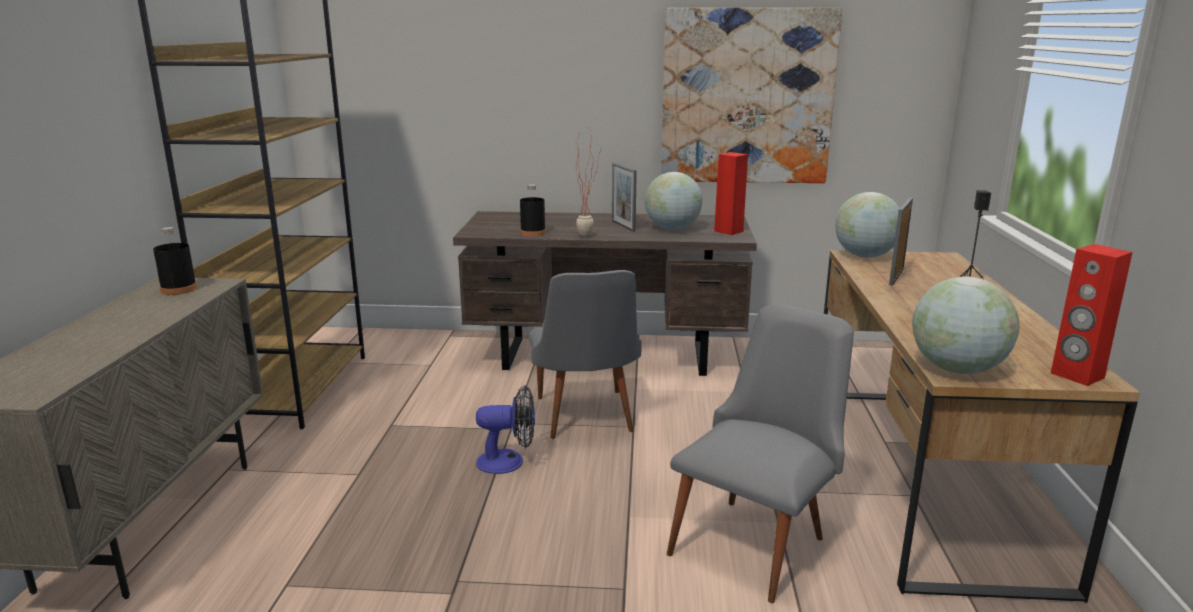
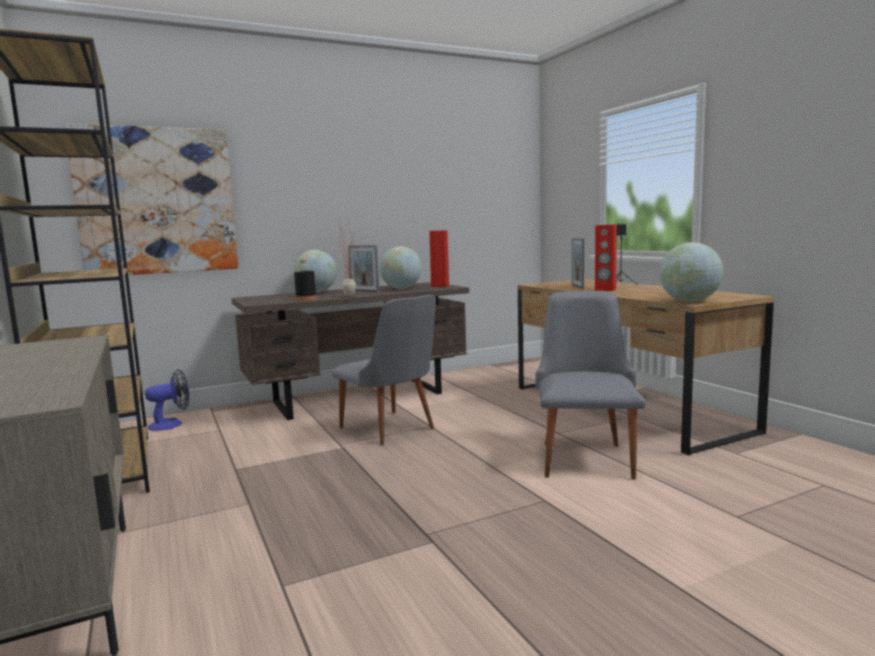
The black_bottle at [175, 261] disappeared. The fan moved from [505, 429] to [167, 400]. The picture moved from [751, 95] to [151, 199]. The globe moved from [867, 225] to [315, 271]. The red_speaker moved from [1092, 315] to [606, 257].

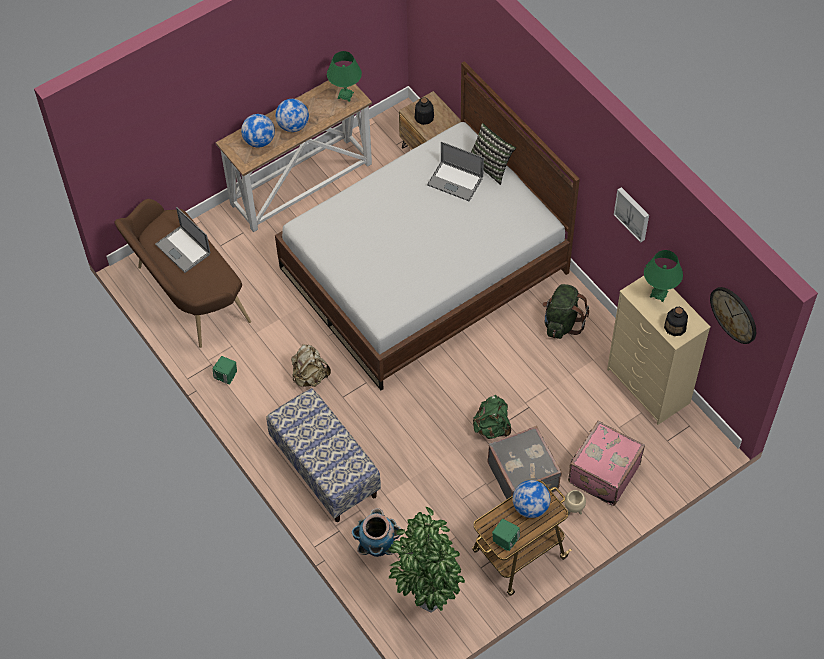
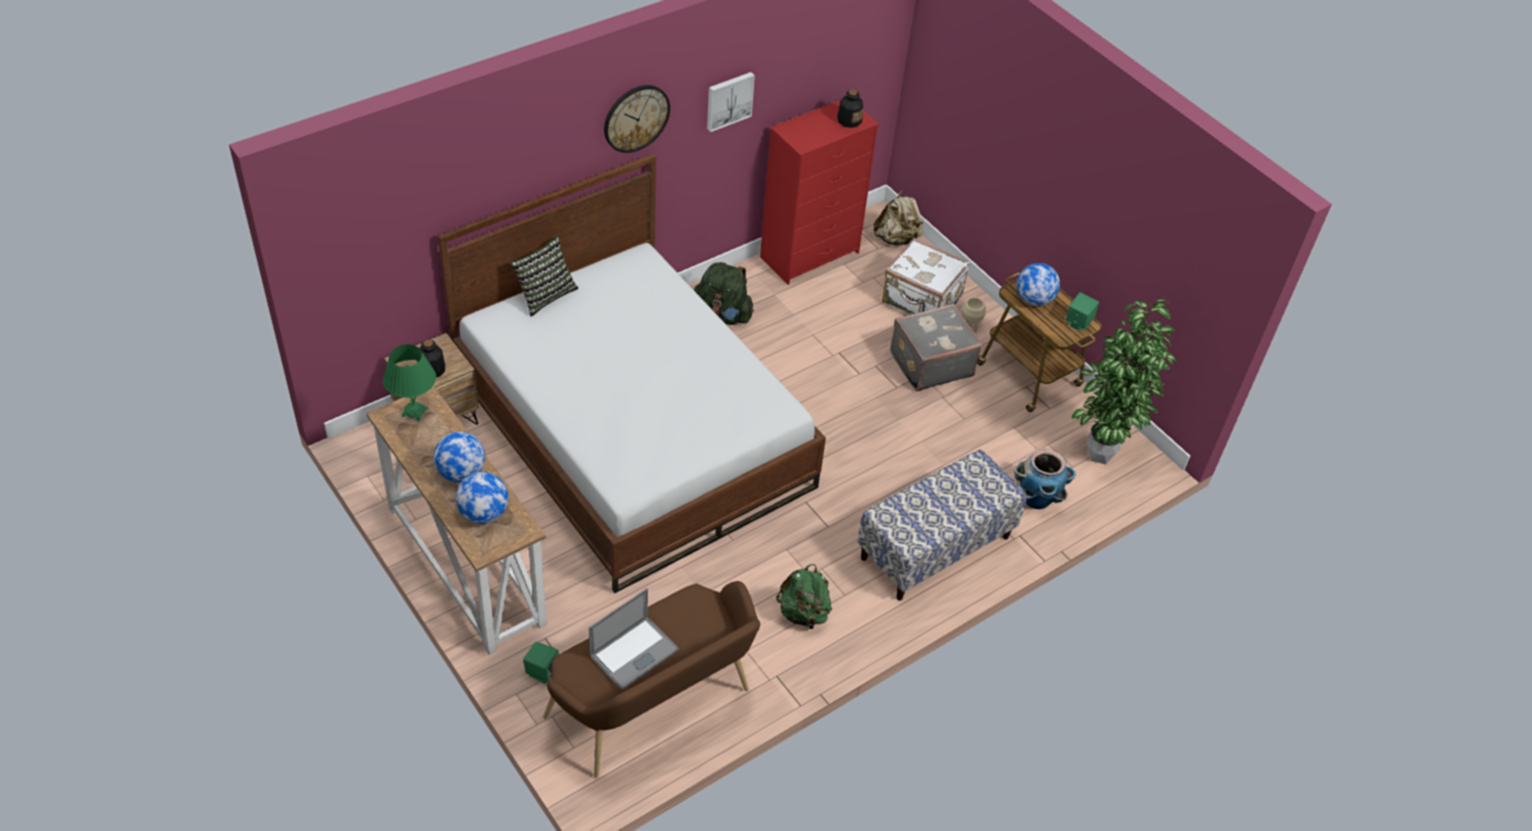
The green_speaker moved from [224, 370] to [541, 663]. The beige_backpack moved from [311, 365] to [899, 218]. The laptop at [455, 171] disappeared. The green_backpack moved from [492, 417] to [804, 597]. The pink_suitcase at [606, 463] became the white_suitcase at [926, 276]. The beige_dresser at [659, 350] became the red_dresser at [819, 192]. The green_table_lamp at [663, 276] disappeared. The wall_clock moved from [733, 315] to [637, 119].

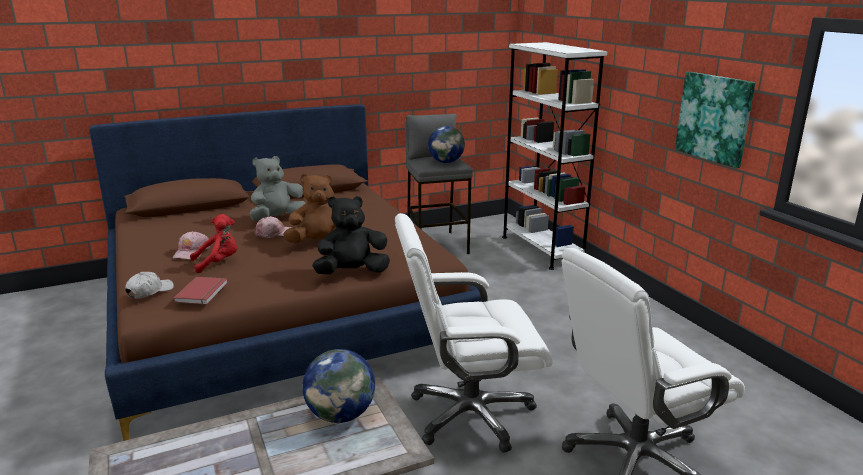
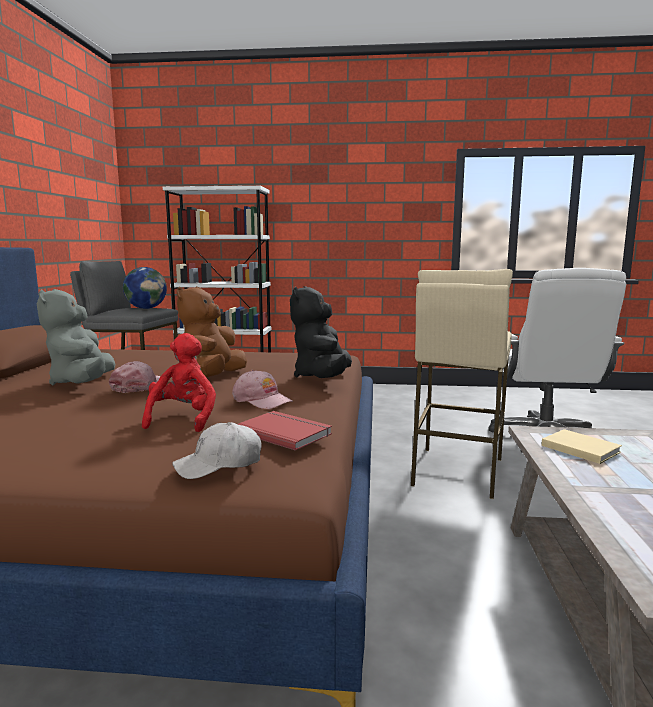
The white_cap at [149, 285] turned 90 degrees counterclockwise. The pink_cap moved from [191, 245] to [262, 389]. The globe at [338, 386] was replaced by the beige_book at [581, 446]. The white_office_chair at [474, 333] was replaced by the beige_stool at [462, 384]. The picture at [715, 120] disappeared.

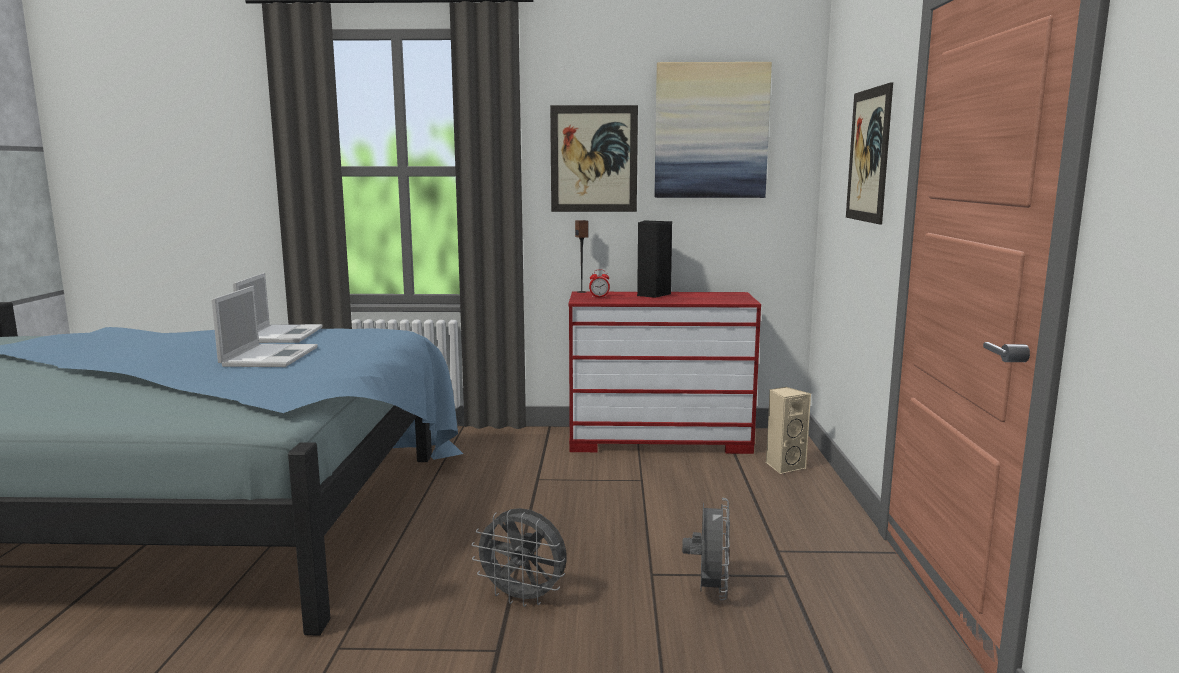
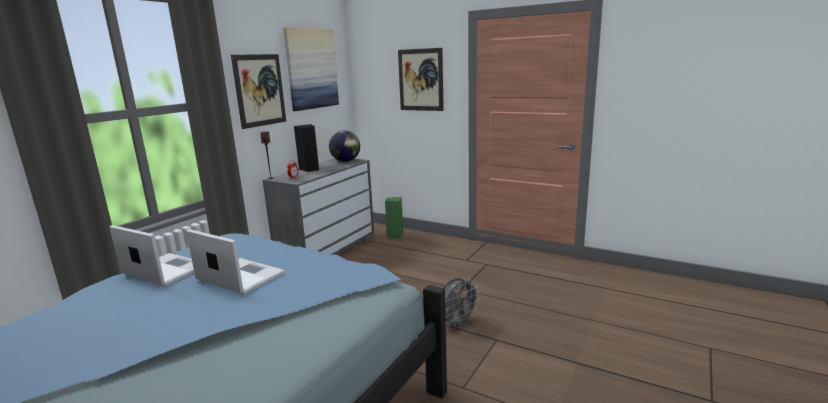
The red_dresser at [664, 372] became the grey_dresser at [318, 206]. The grey_fan at [706, 549] disappeared. The beige_speaker at [788, 430] became the green_speaker at [394, 218]. The globe at [344, 146] appeared.

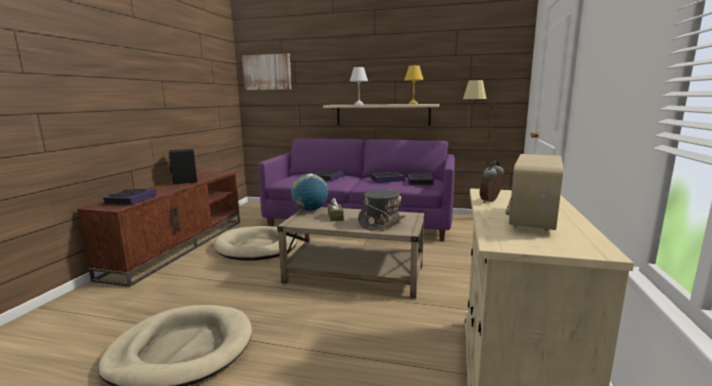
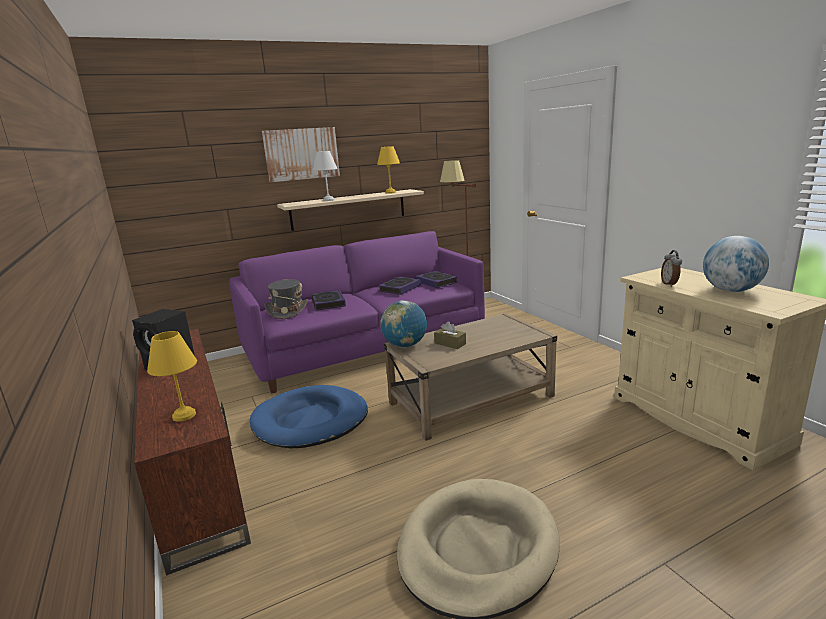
The book at [129, 197] was replaced by the yellow_table_lamp at [172, 376]. The beige_dog_bed at [255, 243] became the blue_dog_bed at [309, 416]. The picture moved from [266, 72] to [301, 154]. The grey_hat moved from [381, 209] to [286, 299]. The radio at [534, 192] was replaced by the globe at [736, 264].

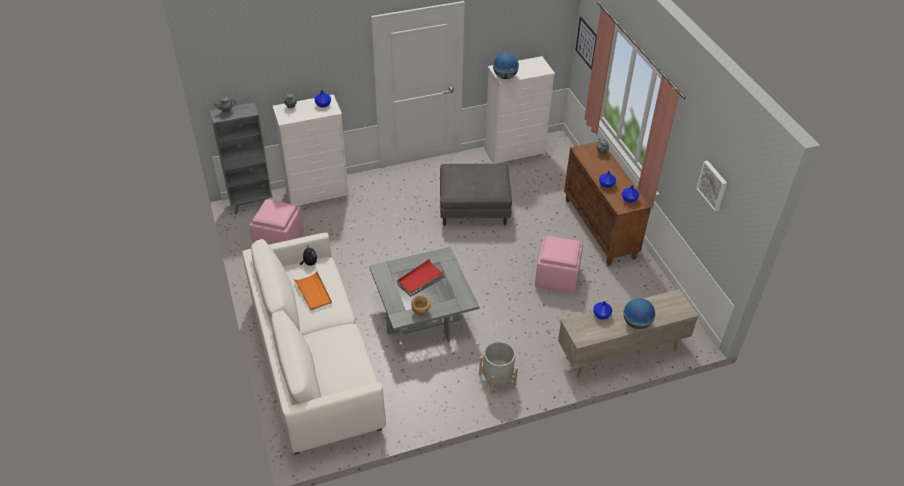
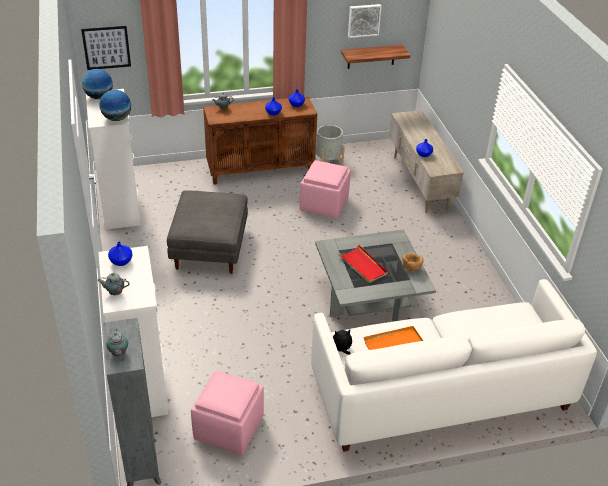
The grey_planter moved from [498, 368] to [330, 145]. The globe moved from [639, 313] to [97, 84]. The shelf at [375, 57] appeared.

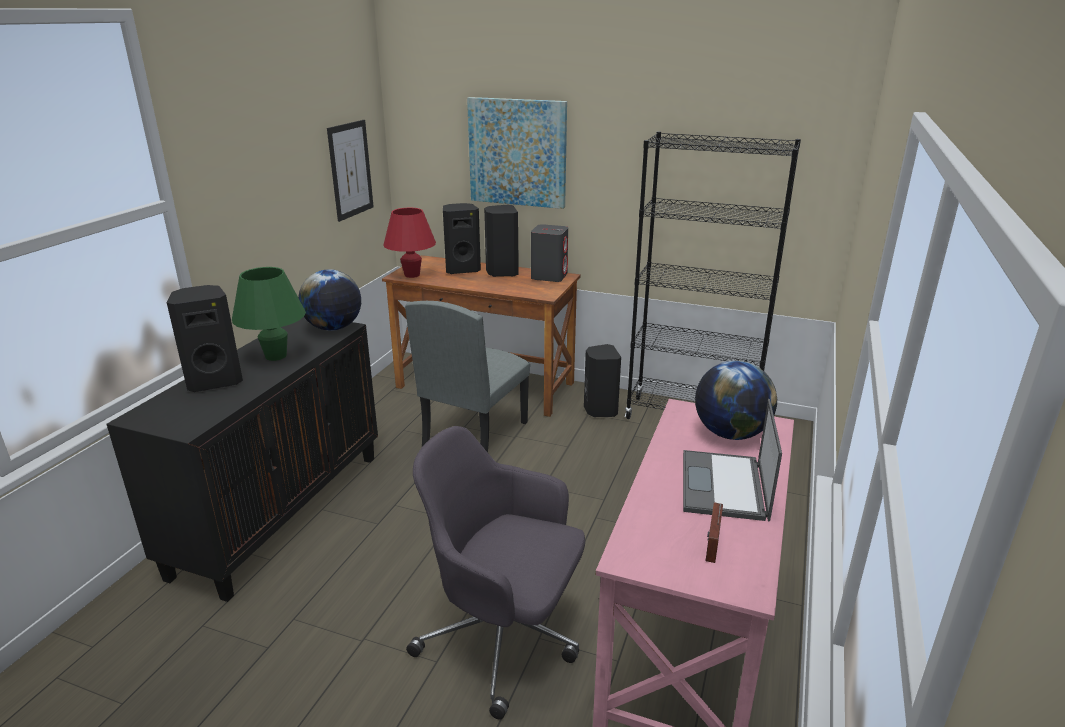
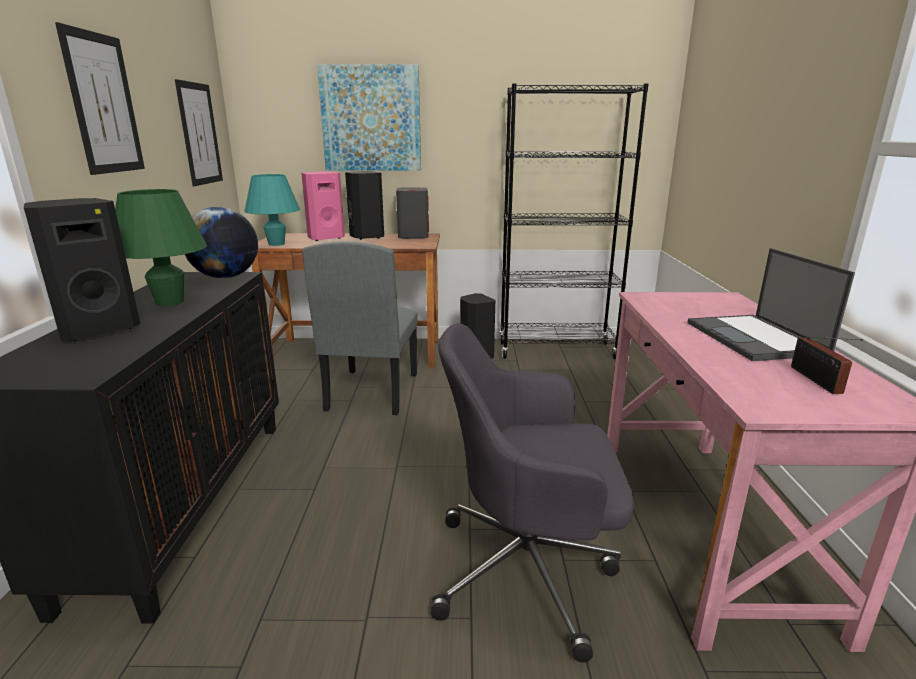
The red_table_lamp at [410, 243] became the turquoise_table_lamp at [272, 210]. The black_speaker at [462, 238] became the pink_speaker at [323, 206]. The globe at [736, 400] disappeared. The picture at [100, 98] appeared.

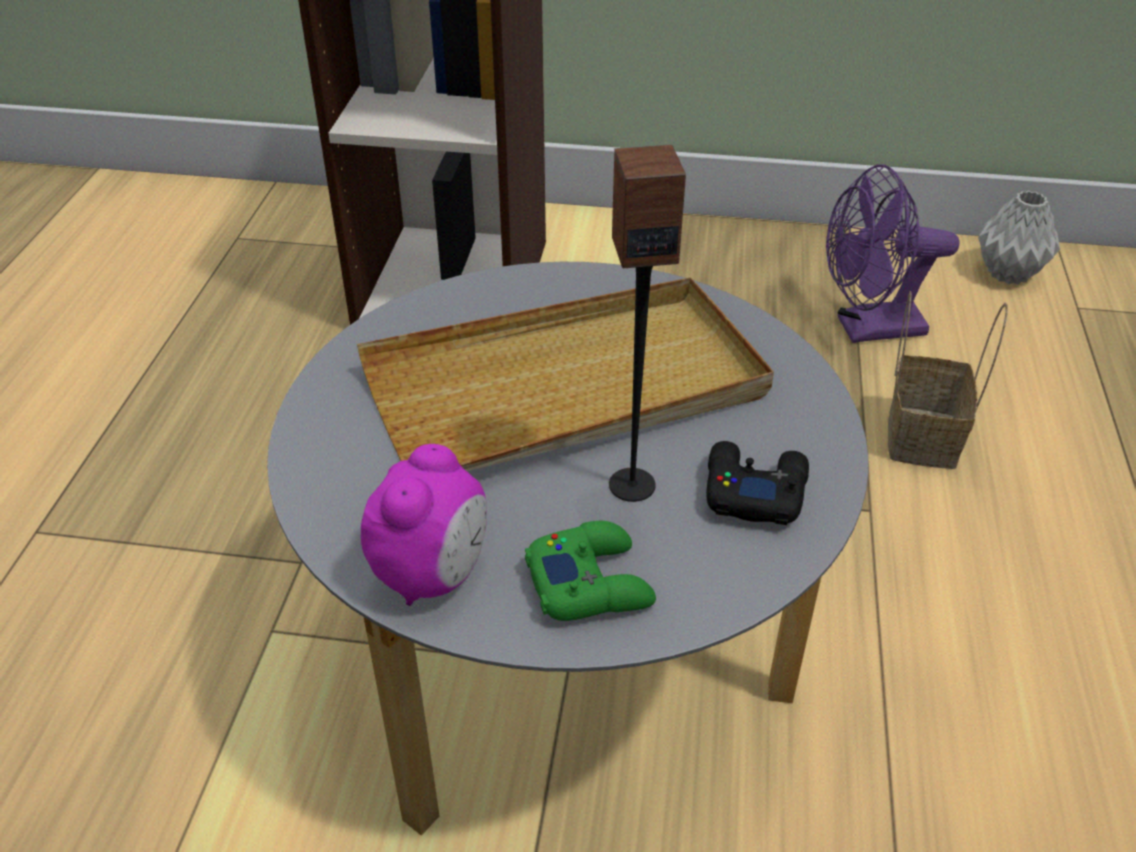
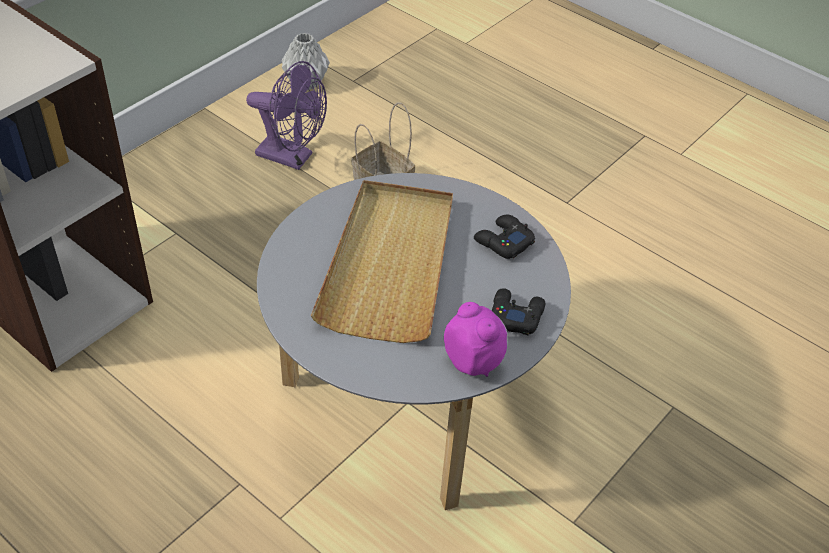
The green_game_controller at [590, 571] became the black_game_controller at [518, 311]. The speaker at [647, 323] disappeared. The purple_fan at [893, 253] turned 90 degrees counterclockwise.

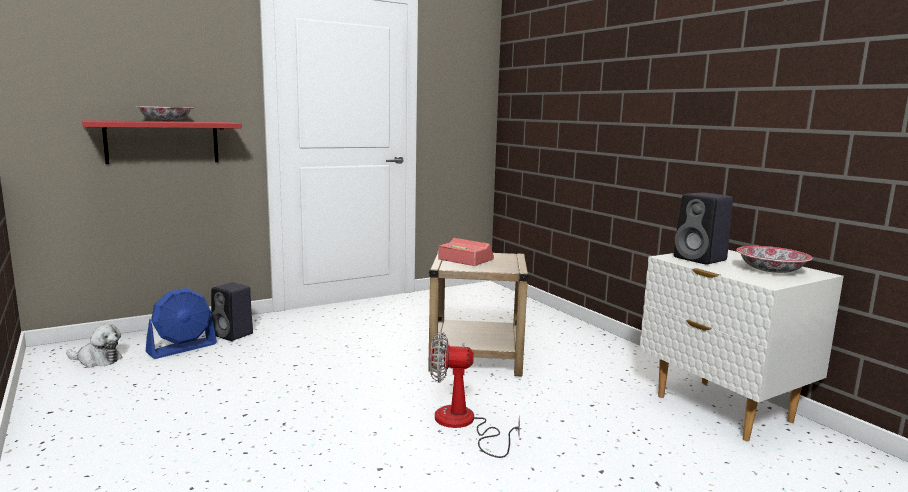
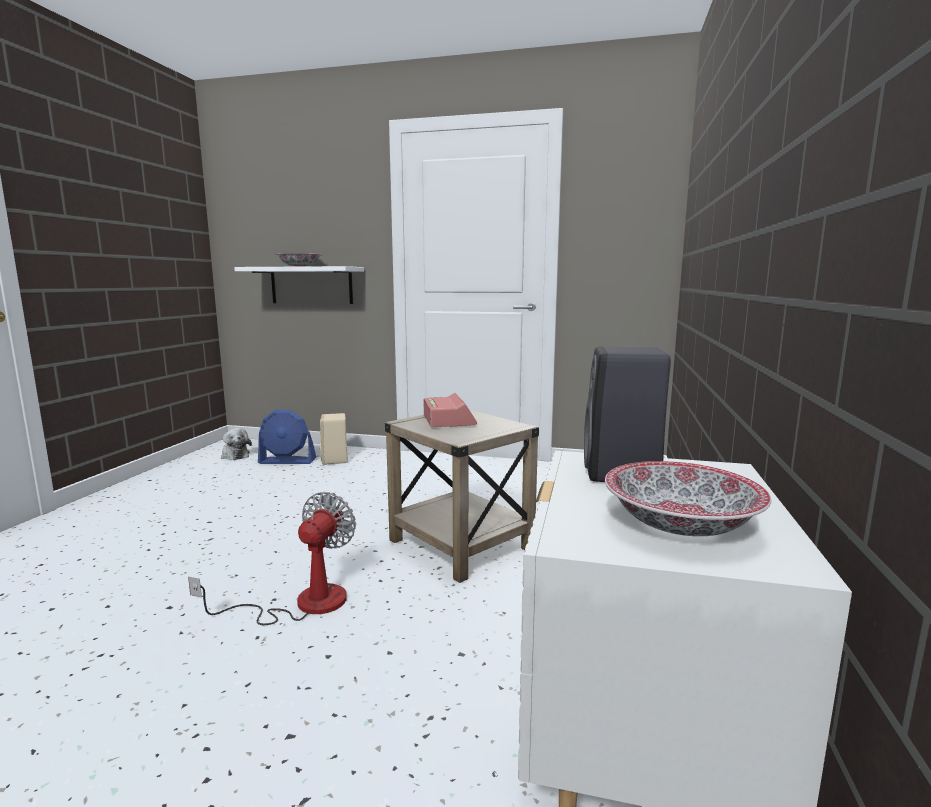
The red_shelf at [162, 142] became the white_shelf at [299, 285]. The black_speaker at [232, 311] became the beige_speaker at [334, 439]. The fan at [475, 395] turned 60 degrees clockwise.

